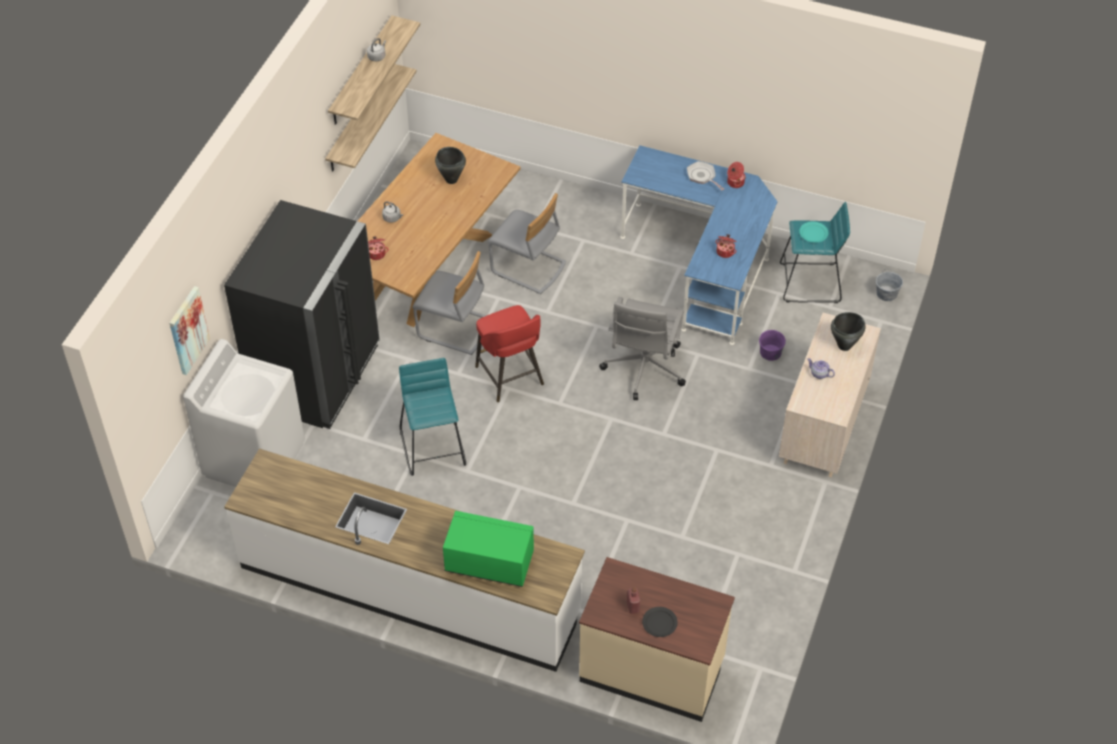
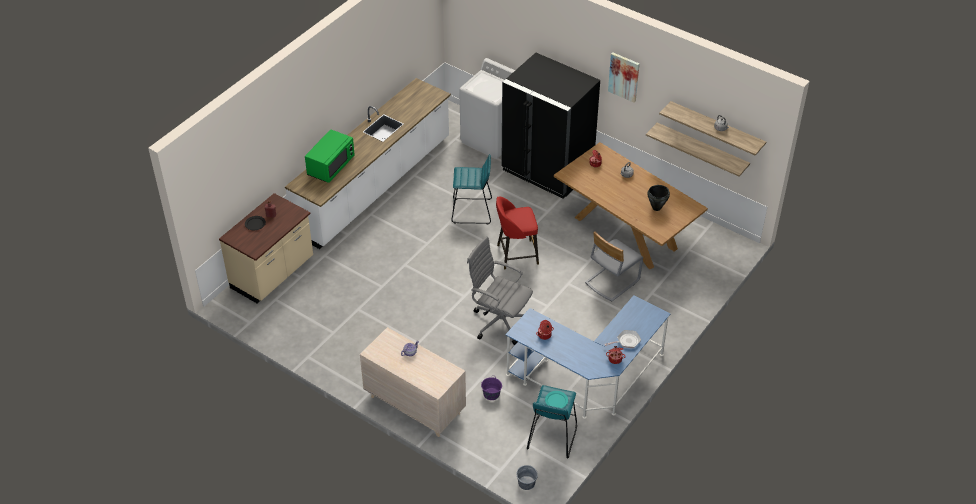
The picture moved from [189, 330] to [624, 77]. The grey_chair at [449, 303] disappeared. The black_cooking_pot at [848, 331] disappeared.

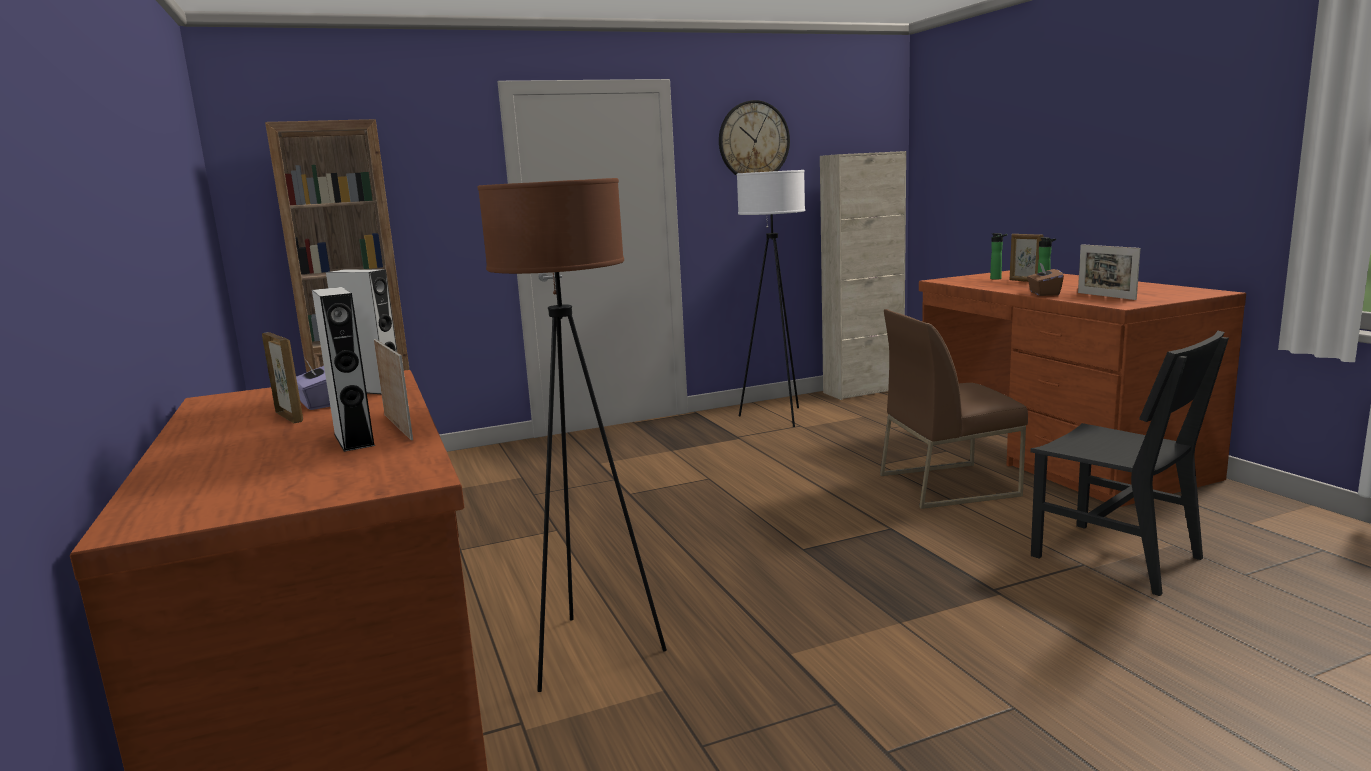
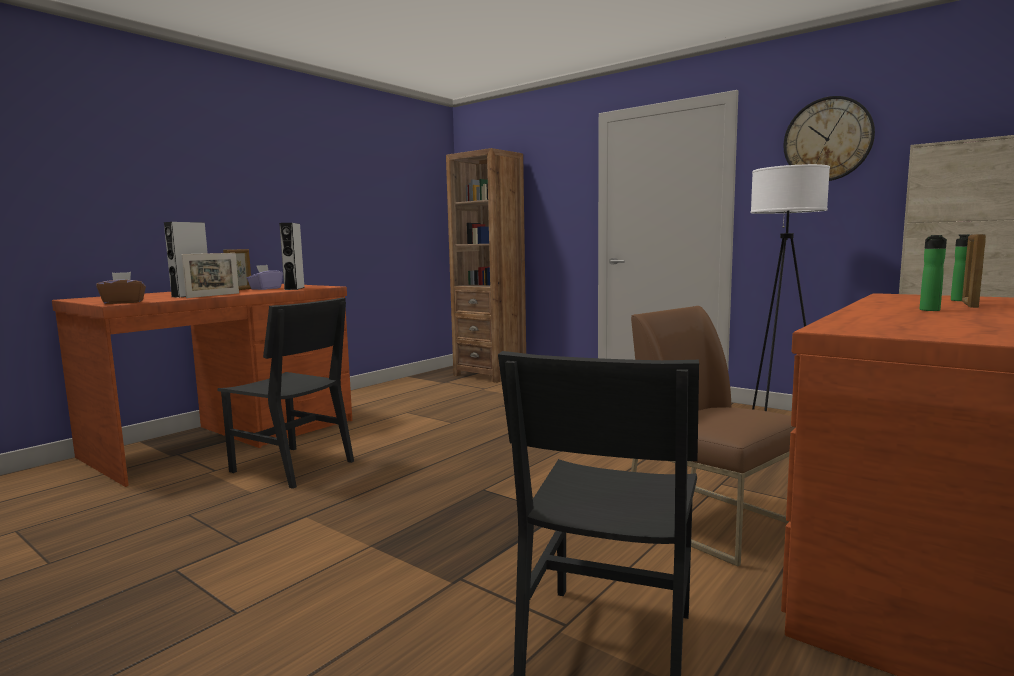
The brown_floor_lamp at [572, 435] was replaced by the black_chair at [286, 393]. The brown_tissue_box moved from [1045, 279] to [121, 288]. The picture_frame at [1109, 272] disappeared.

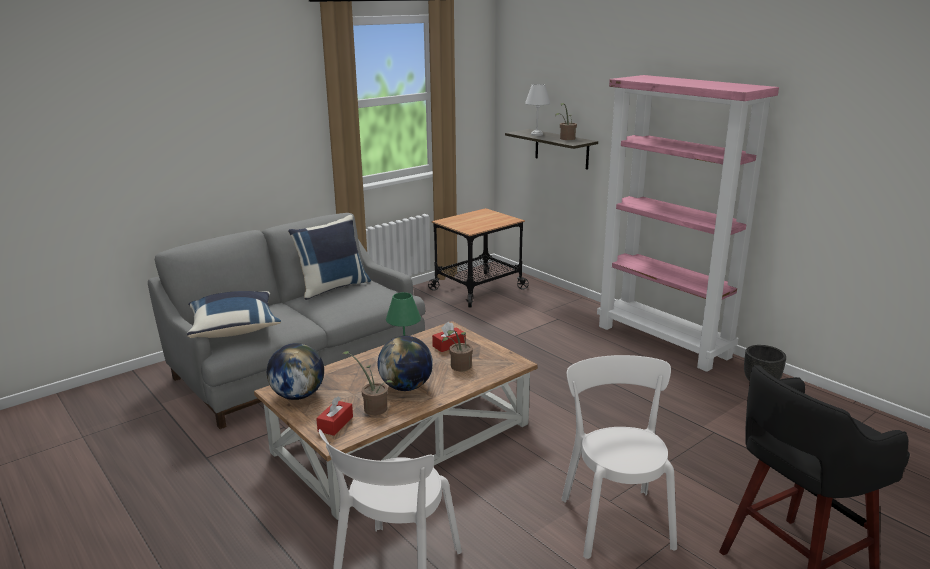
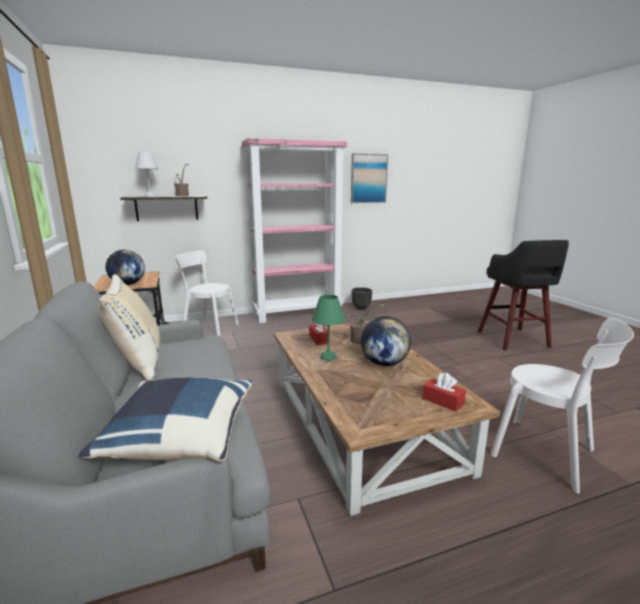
The globe moved from [295, 371] to [125, 267]. The blue_pillow at [329, 257] became the beige_pillow at [129, 327]. The potted_plant at [368, 383] disappeared. The white_chair moved from [619, 457] to [206, 293]. The picture at [369, 178] appeared.

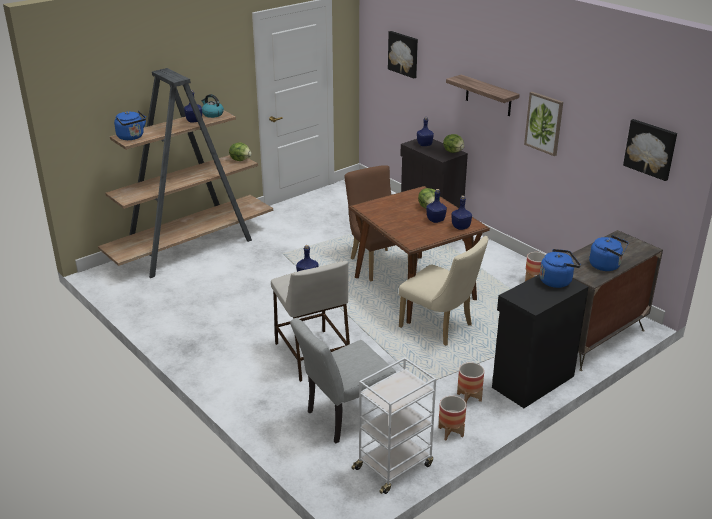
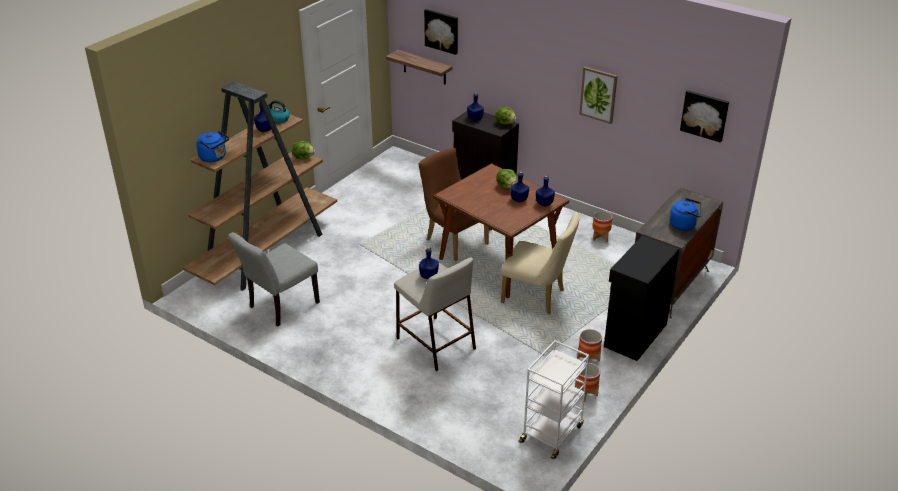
The grey_chair moved from [343, 380] to [274, 279]. The shelf moved from [483, 95] to [419, 67]. The blue_kettle at [560, 268] disappeared.

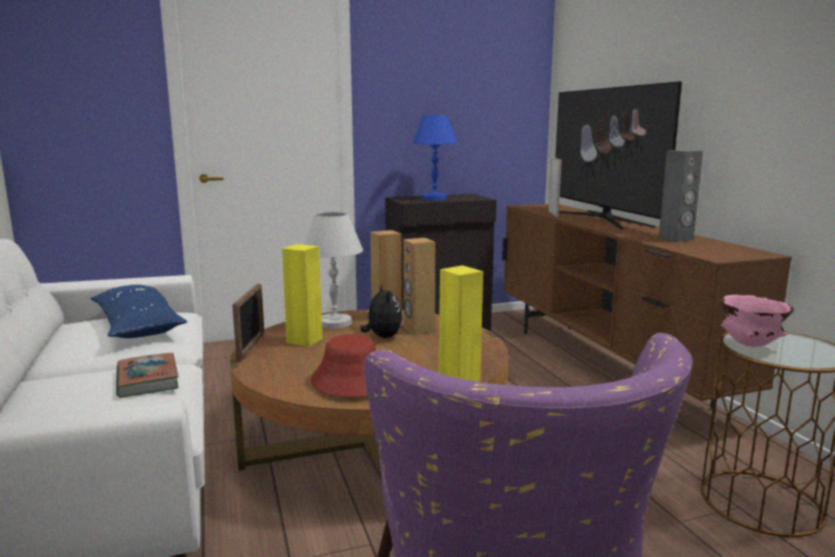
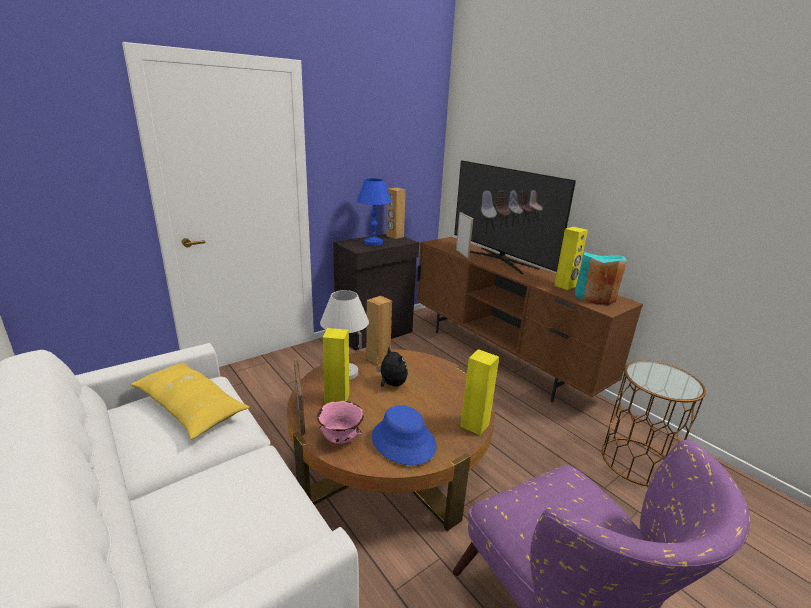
The blue_pillow at [139, 311] became the yellow_pillow at [190, 401]. The book at [147, 375] disappeared. The red_hat at [343, 365] became the blue_hat at [404, 435]. The brown_speaker moved from [419, 286] to [396, 213]. The grey_speaker at [681, 196] became the yellow_speaker at [571, 258]. The pink_bowl moved from [757, 321] to [340, 422]. The turquoise_vase at [601, 278] appeared.

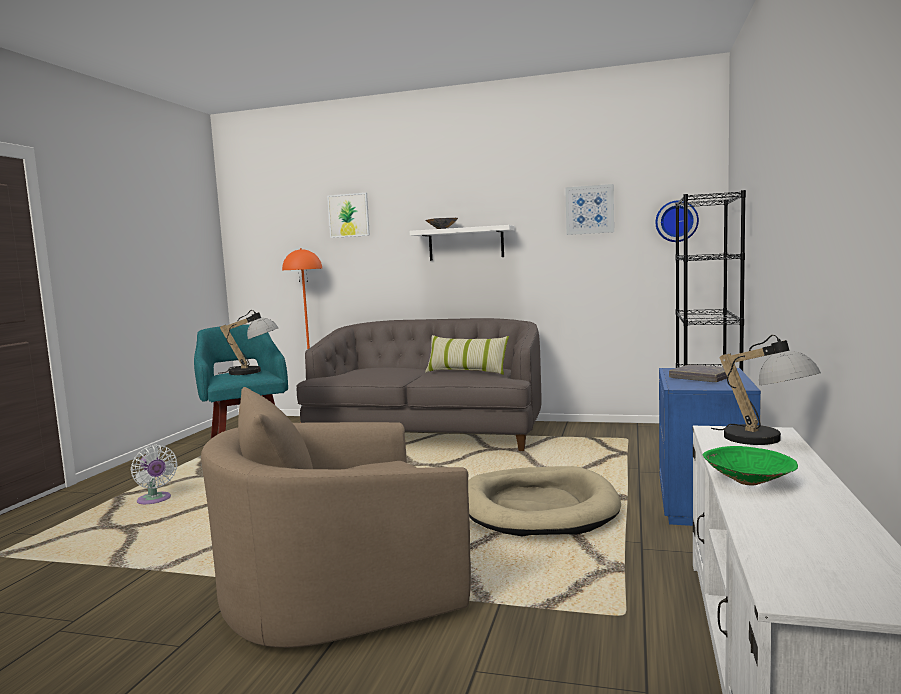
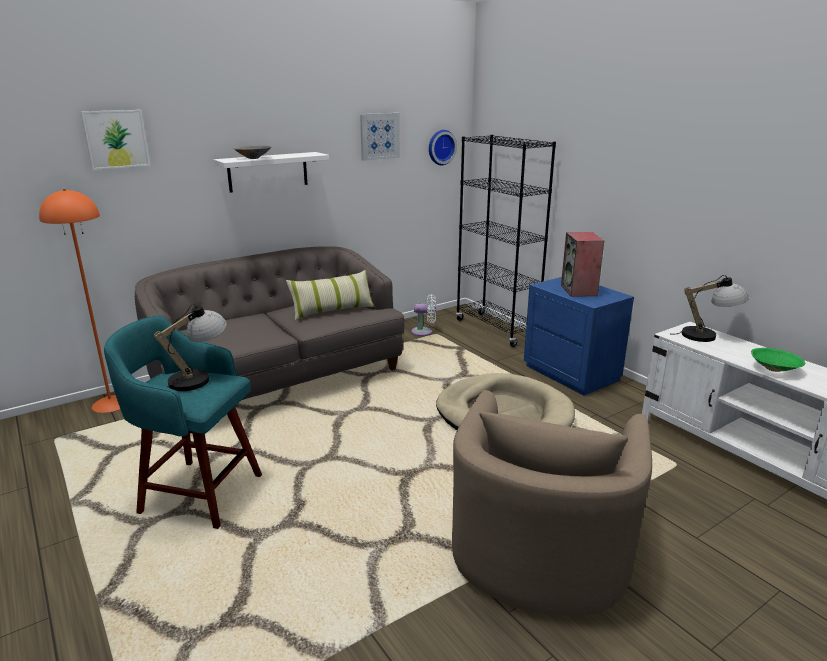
The white_fan moved from [154, 474] to [423, 315]. The grey_book at [698, 373] was replaced by the speaker at [582, 264].

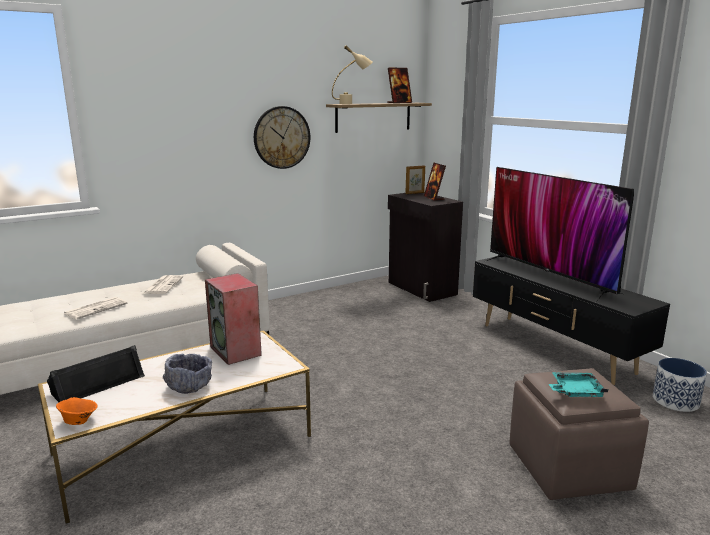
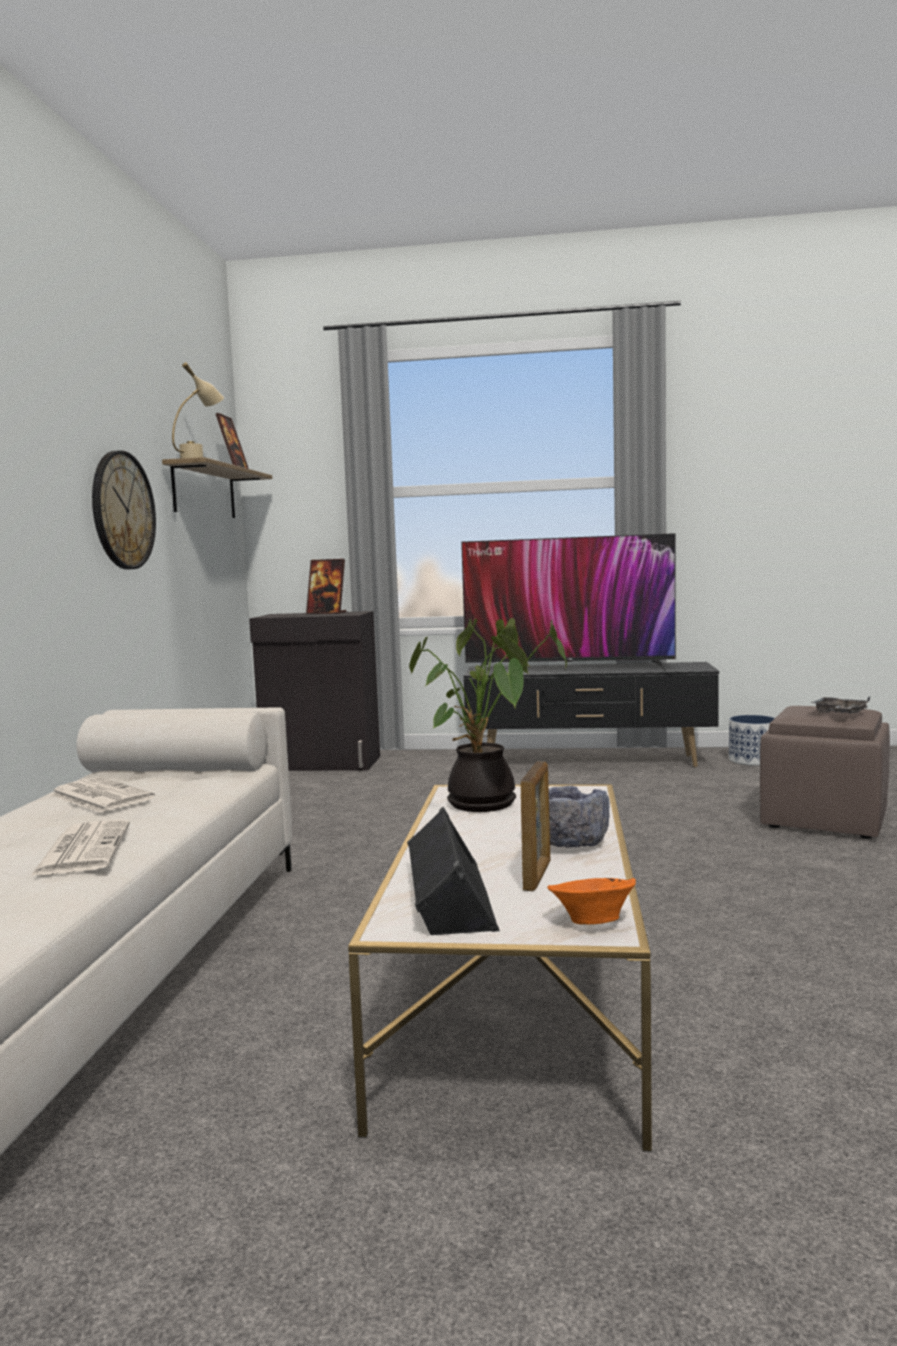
The speaker at [233, 319] was replaced by the potted_plant at [488, 715]. The picture_frame moved from [415, 180] to [535, 826]. The turquoise_tray at [578, 384] became the grey_tray at [841, 705].

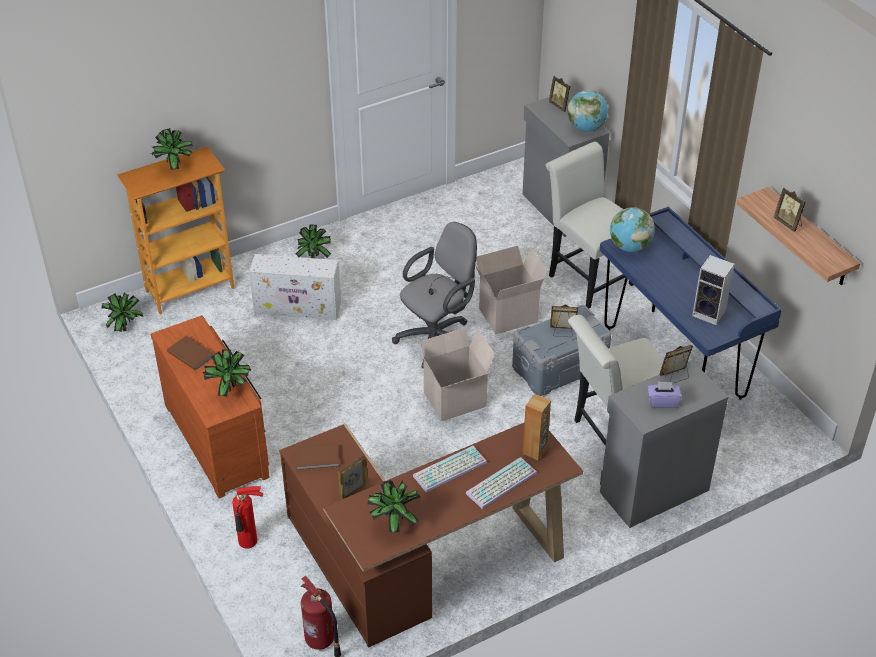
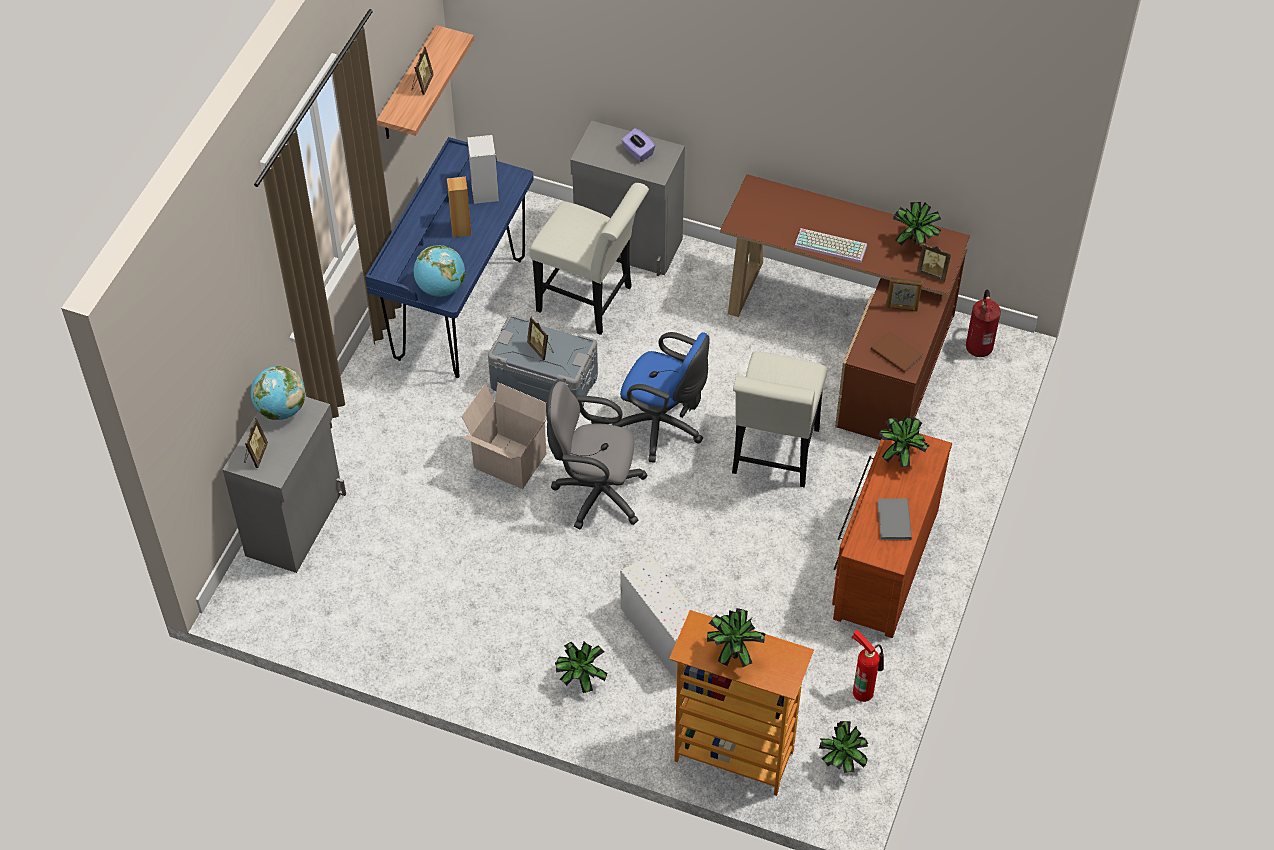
The brown_book at [190, 353] became the grey_book at [894, 519]. The fire_extinguisher moved from [247, 517] to [868, 666]. The cardboard_box at [455, 374] was replaced by the blue_office_chair at [661, 397]. The keyboard at [501, 483] disappeared. The brown_speaker moved from [536, 427] to [459, 207]. The white_chair moved from [590, 225] to [779, 419]. The picture_frame moved from [676, 364] to [934, 262].

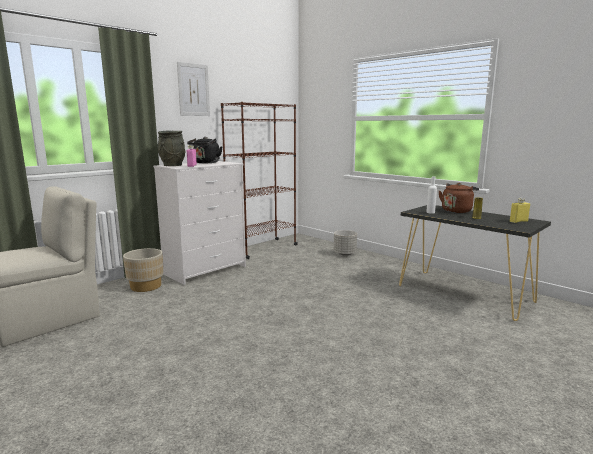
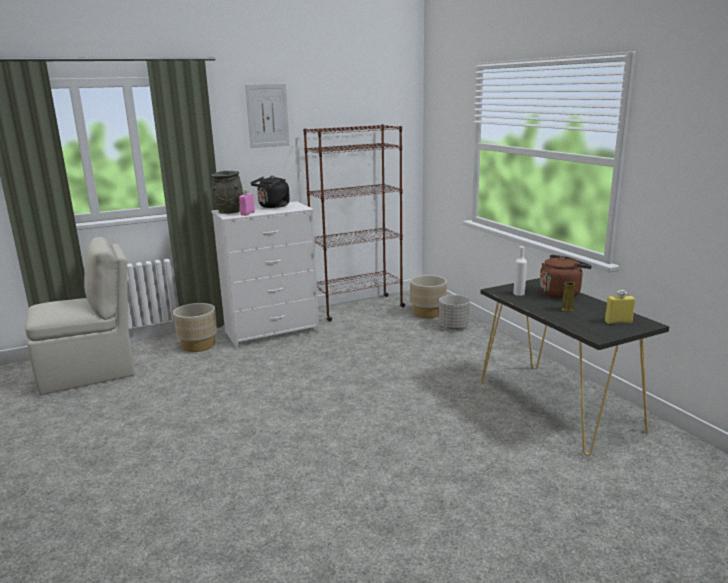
The beige_planter at [428, 296] appeared.

